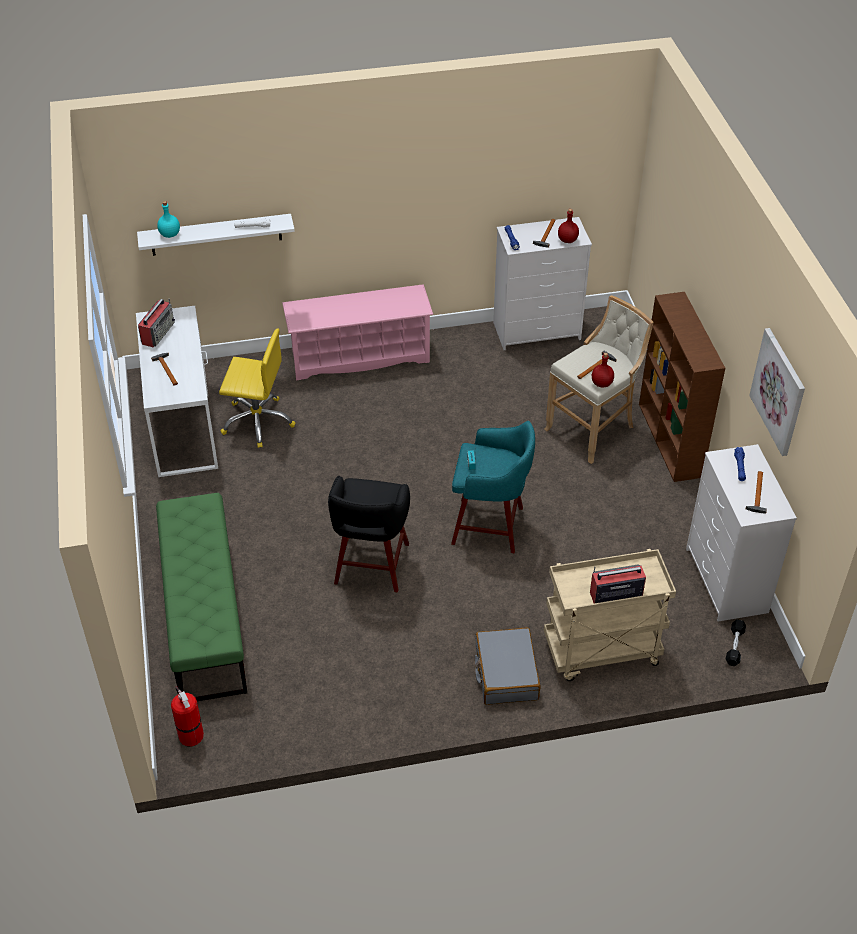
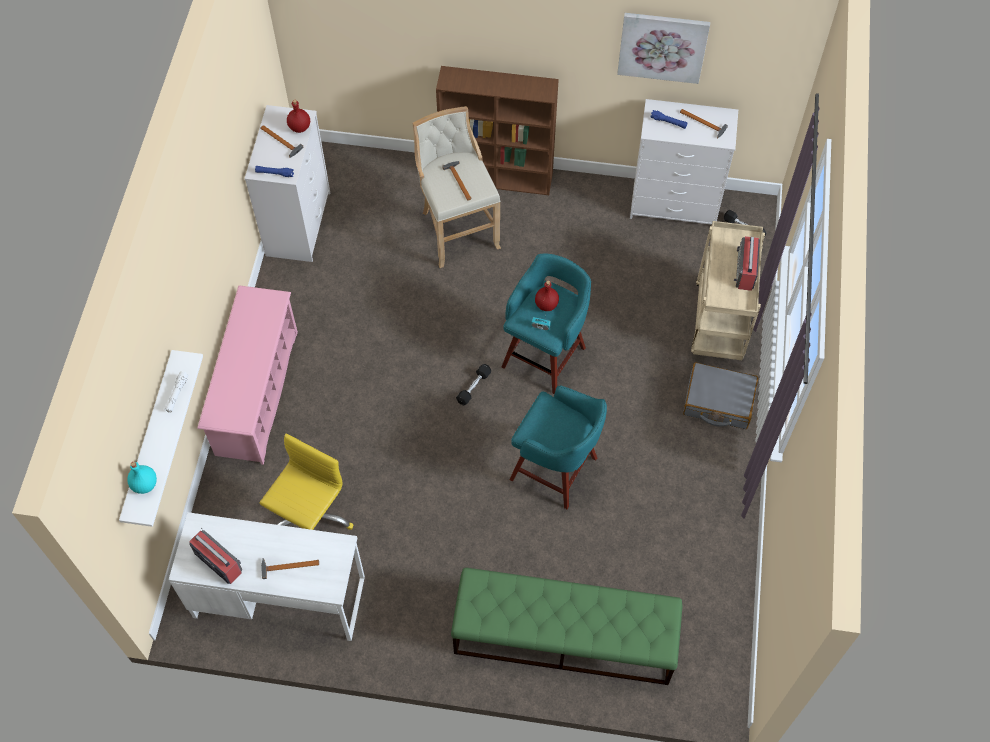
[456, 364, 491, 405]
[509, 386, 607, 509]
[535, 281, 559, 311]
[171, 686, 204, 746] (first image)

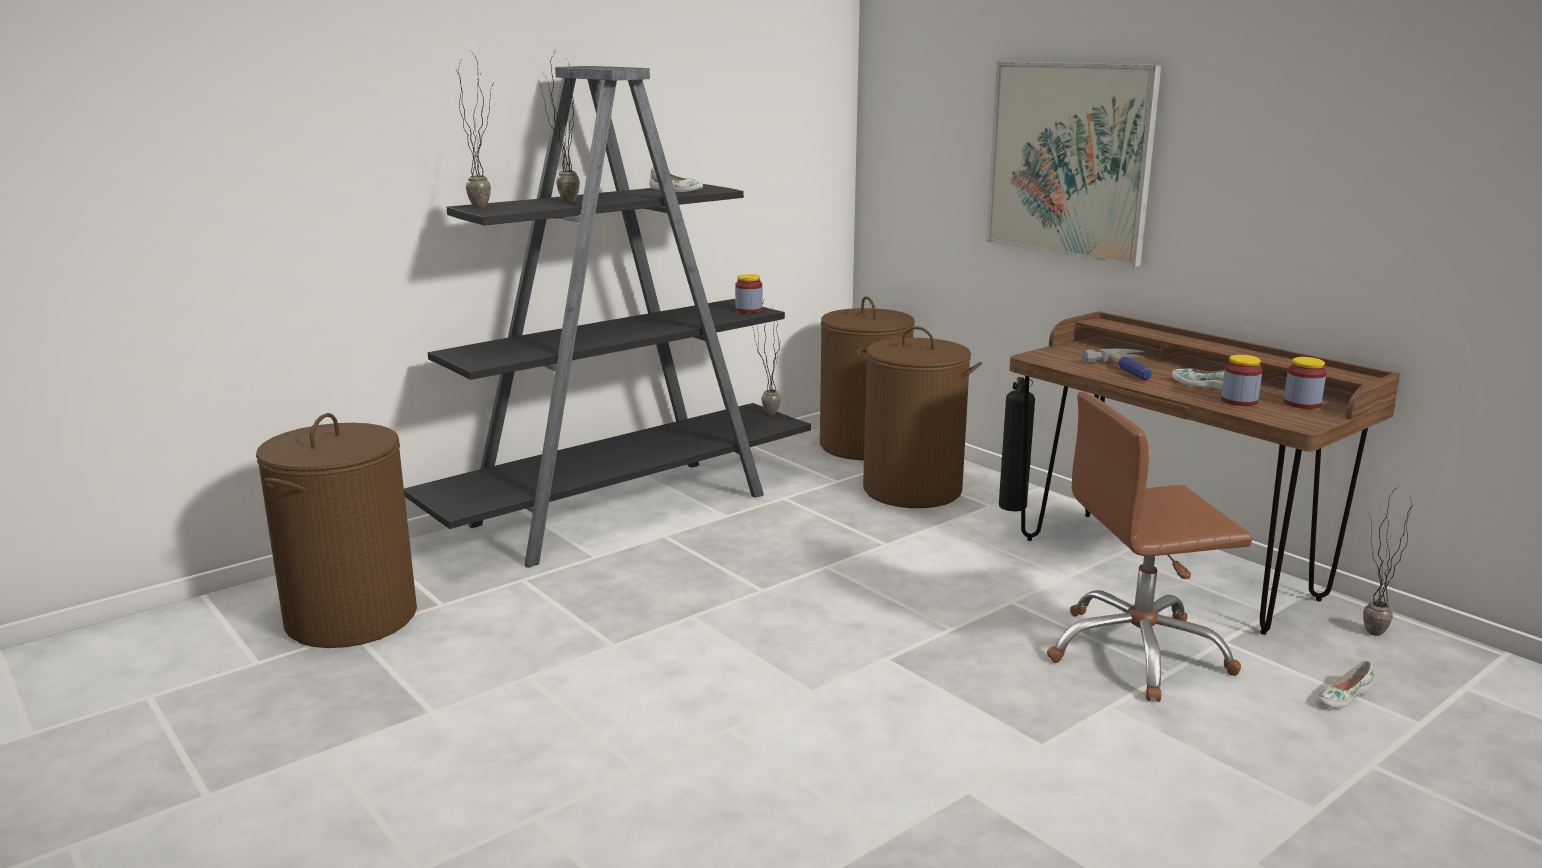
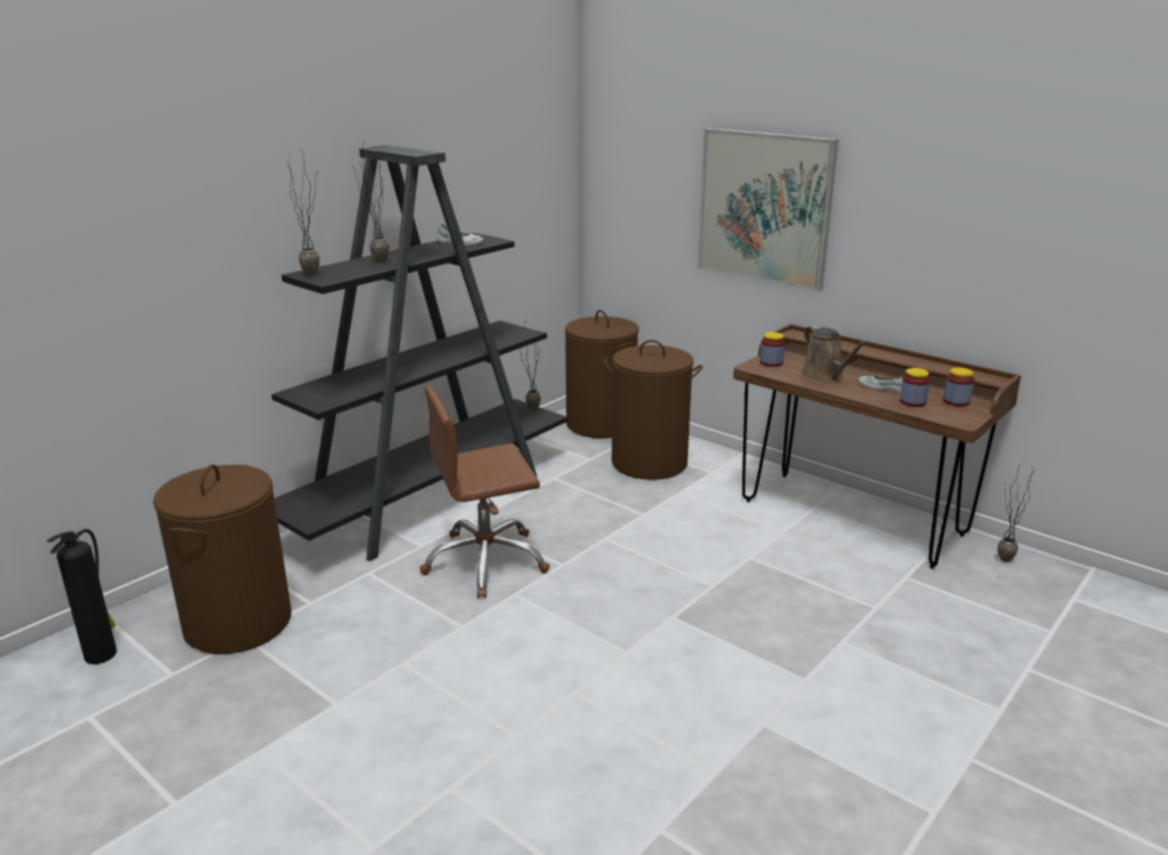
[47, 529, 117, 664]
[420, 386, 550, 598]
[760, 332, 785, 367]
[801, 325, 868, 382]
[1317, 661, 1374, 709] (first image)

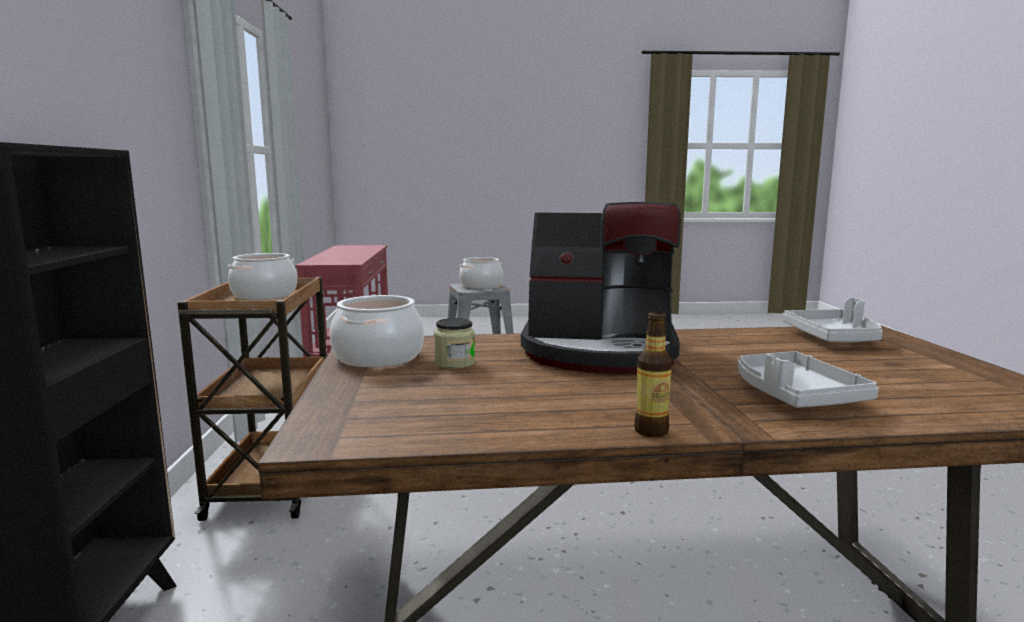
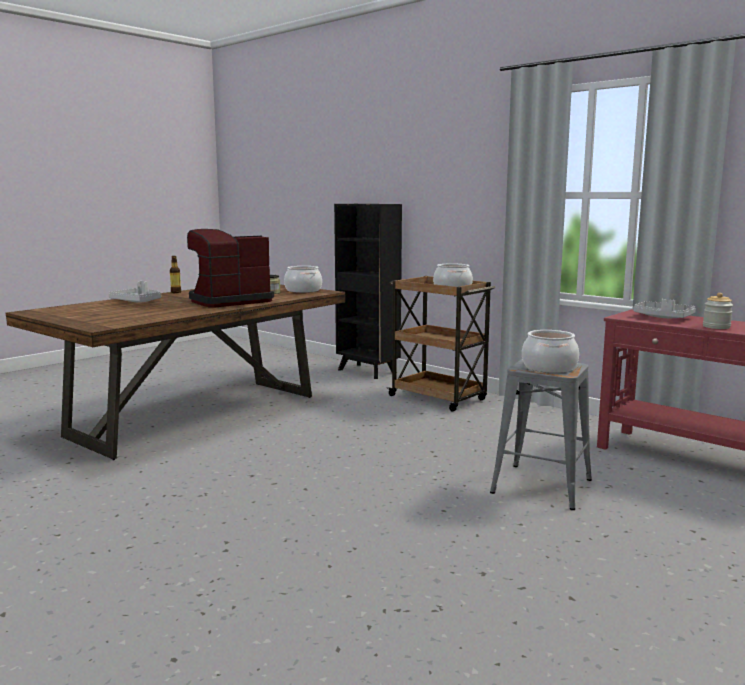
[633, 299, 696, 318]
[703, 293, 733, 329]

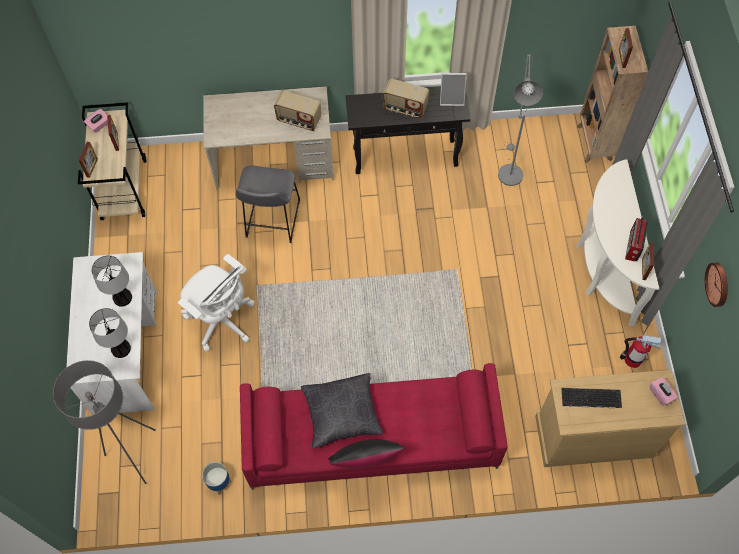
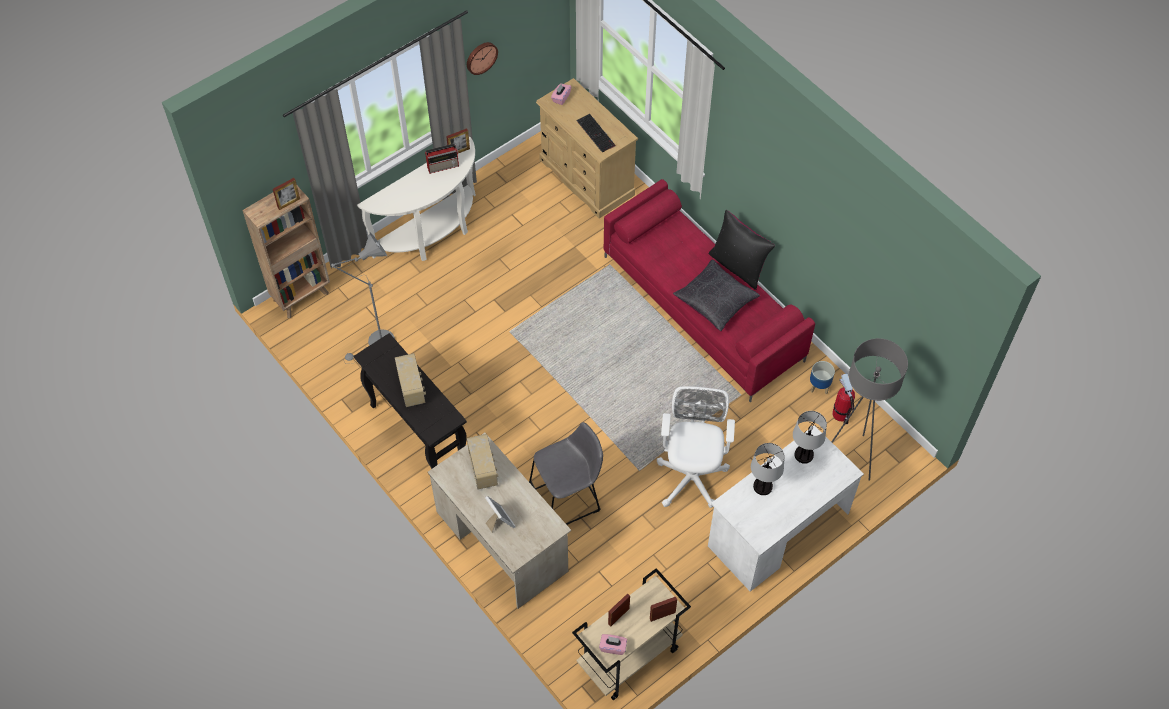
[485, 496, 516, 533]
[832, 373, 855, 424]

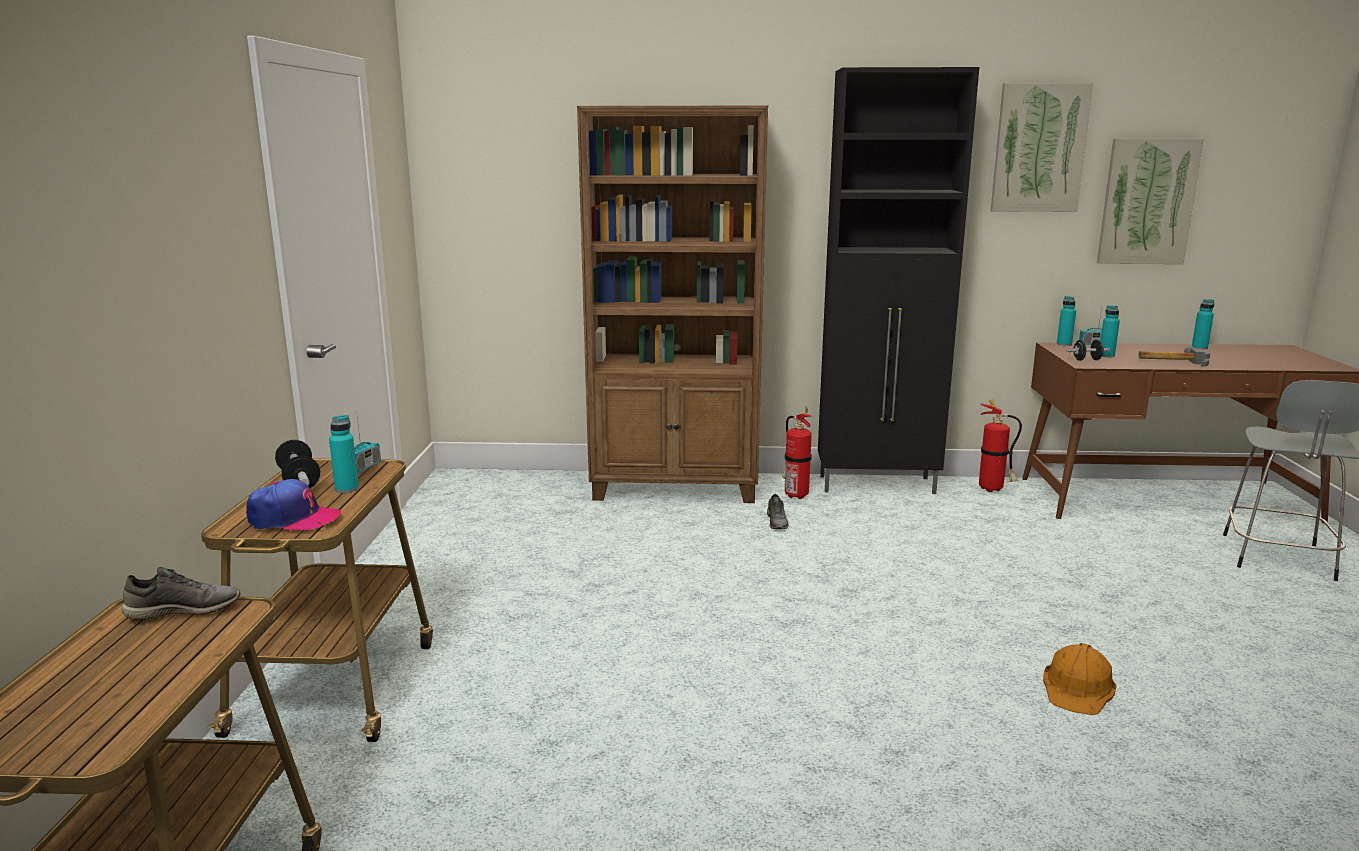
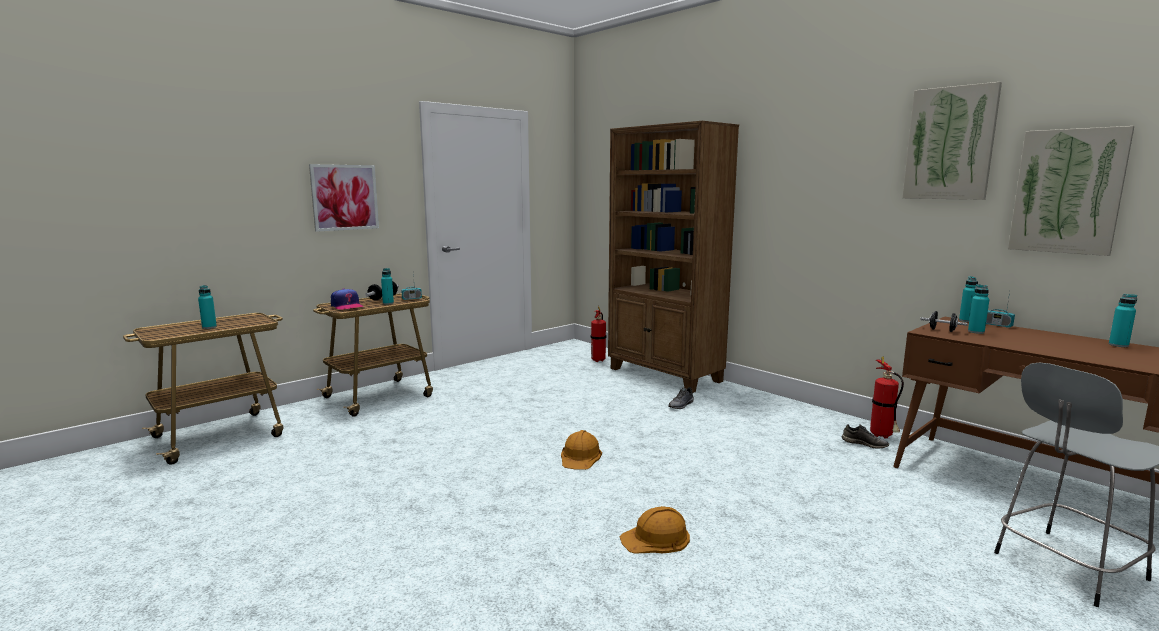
[198, 285, 217, 329]
[309, 164, 379, 232]
[561, 430, 602, 470]
[591, 306, 606, 362]
[842, 424, 889, 449]
[818, 67, 979, 494] (first image)
[1139, 346, 1210, 367] (first image)

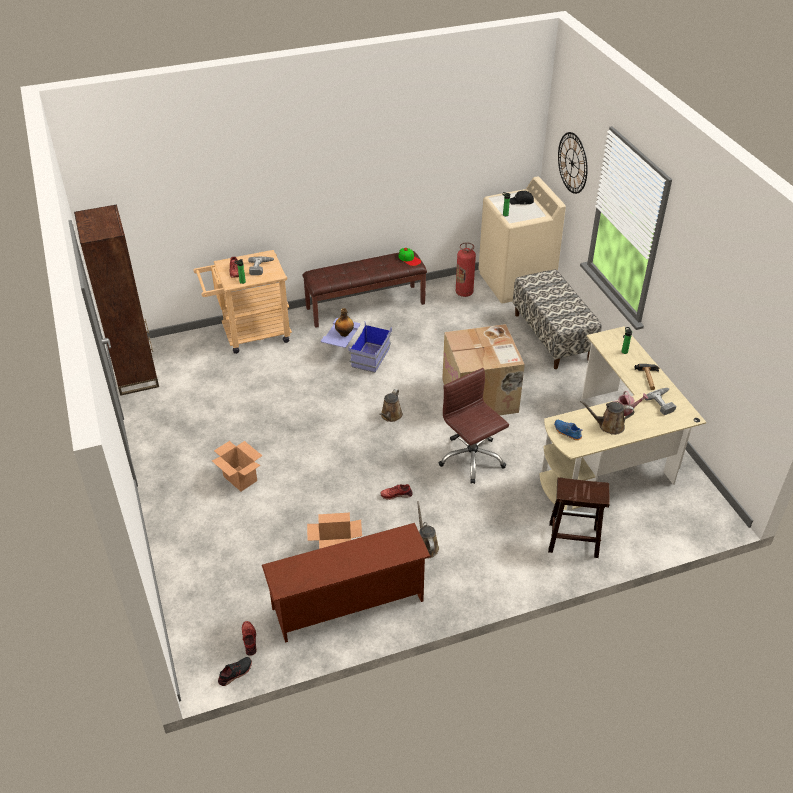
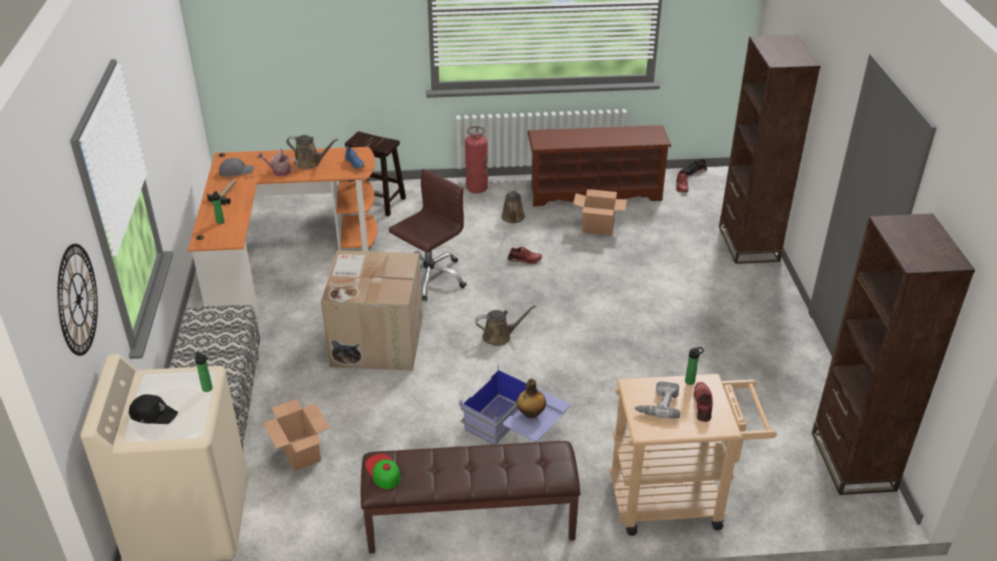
[188, 147, 377, 317]
[219, 158, 254, 177]
[263, 399, 330, 471]
[389, 169, 466, 301]
[465, 126, 488, 193]
[475, 305, 536, 346]
[719, 35, 821, 264]

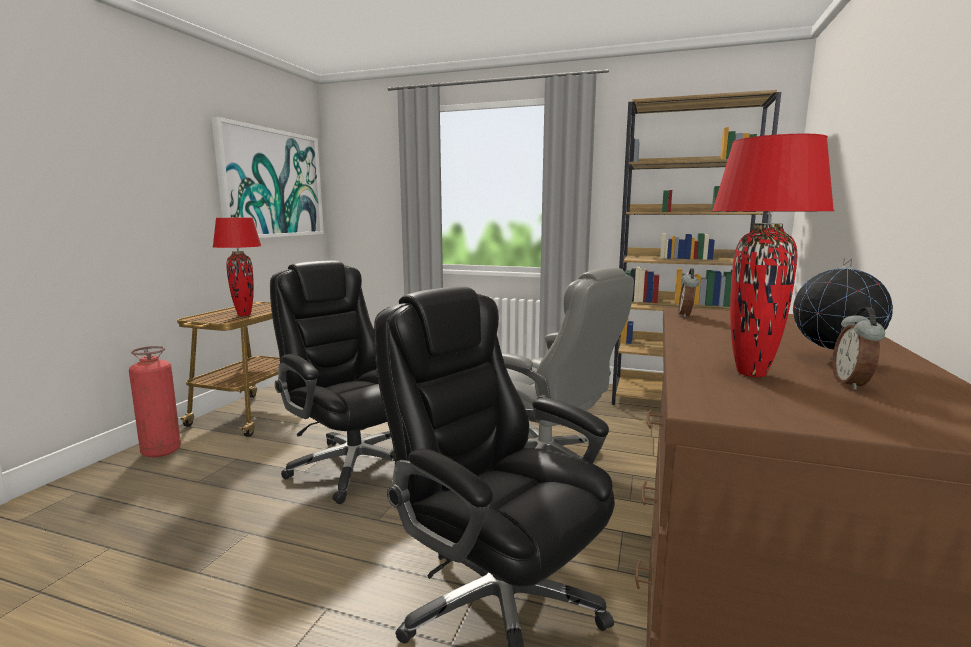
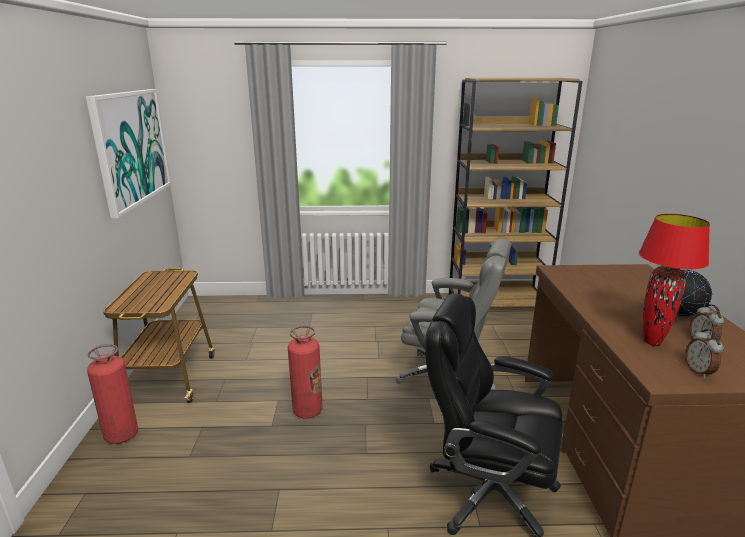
[288, 326, 323, 419]
[685, 329, 724, 378]
[213, 218, 262, 316] (first image)

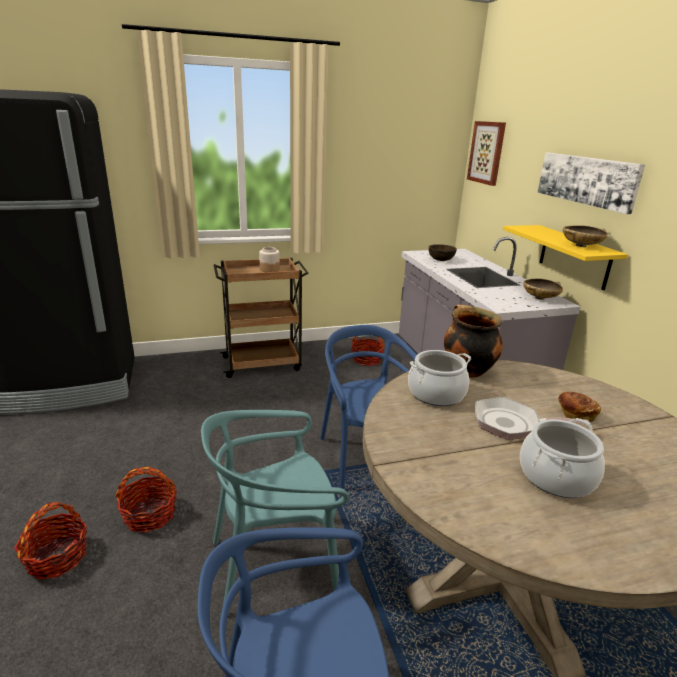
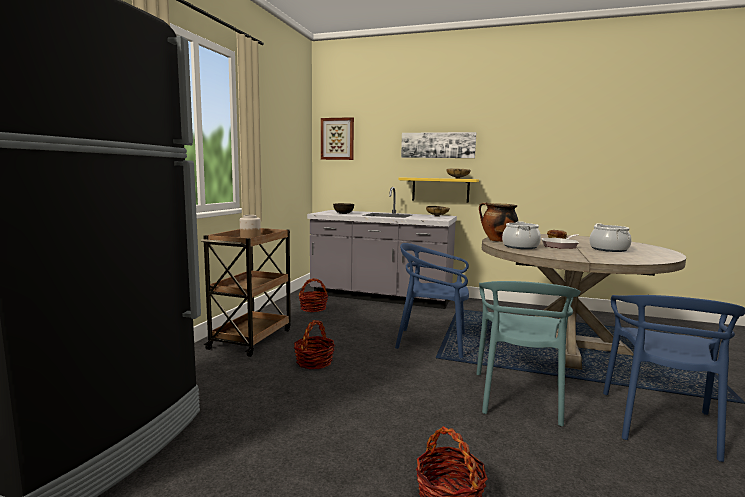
[294, 320, 335, 370]

